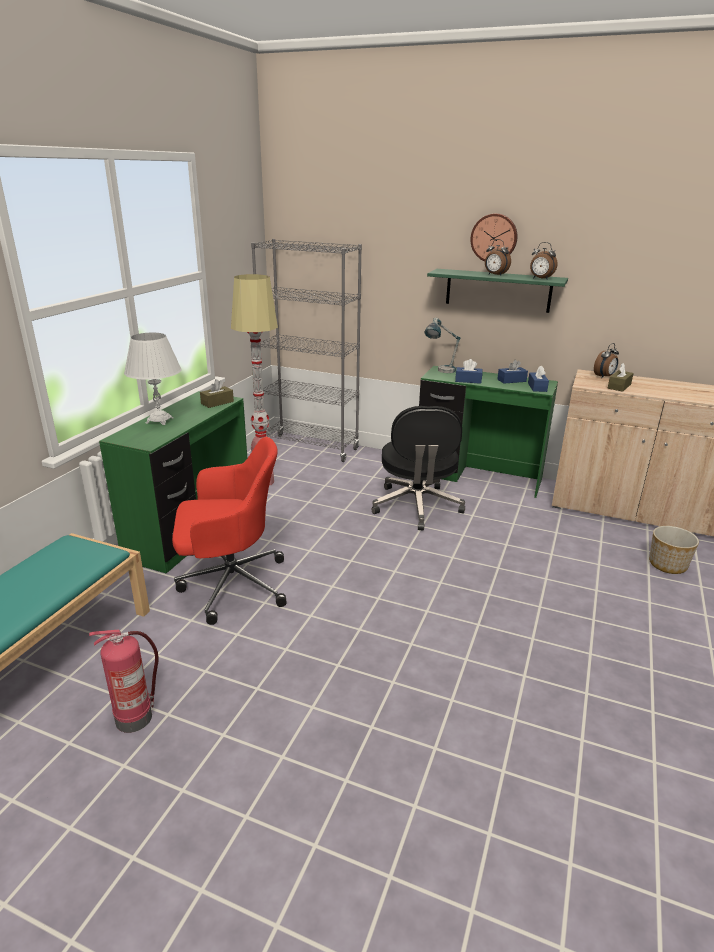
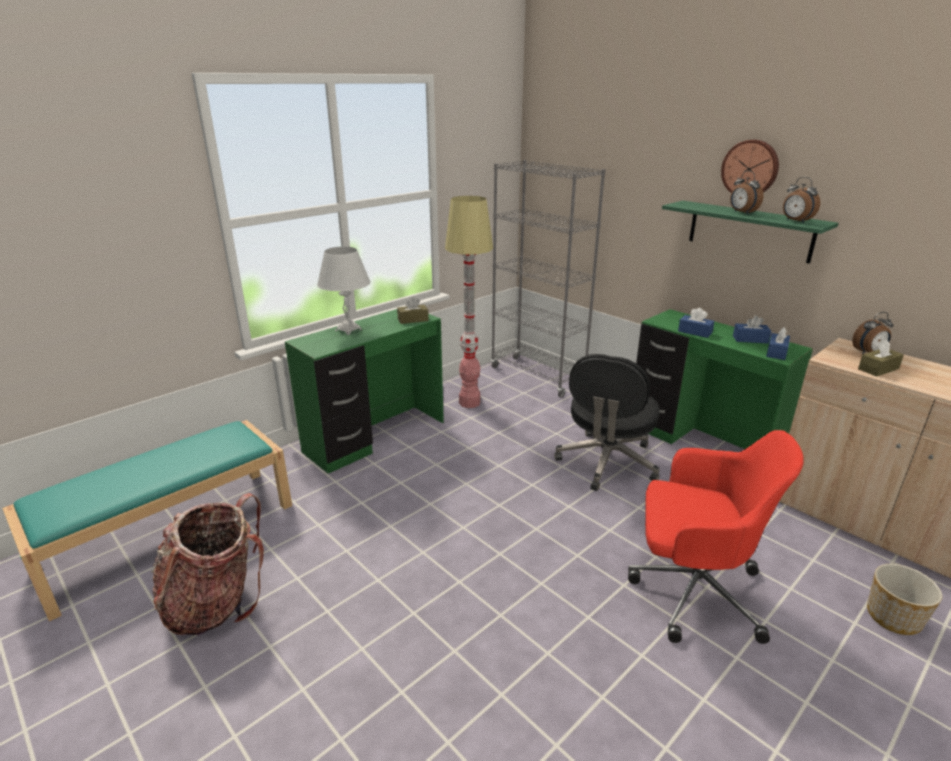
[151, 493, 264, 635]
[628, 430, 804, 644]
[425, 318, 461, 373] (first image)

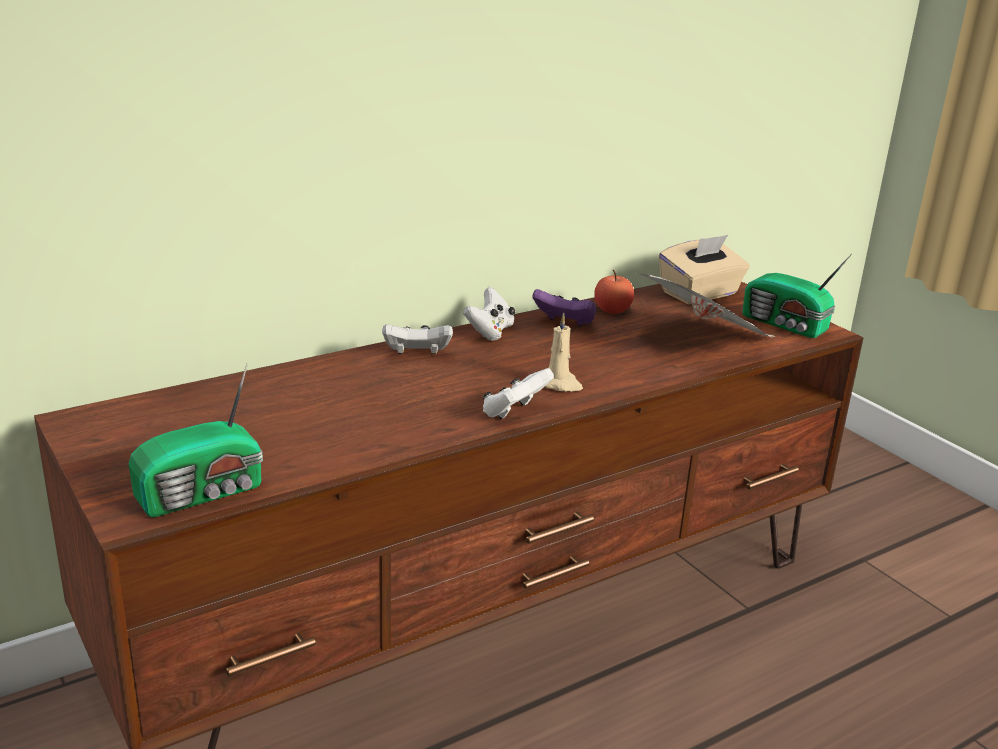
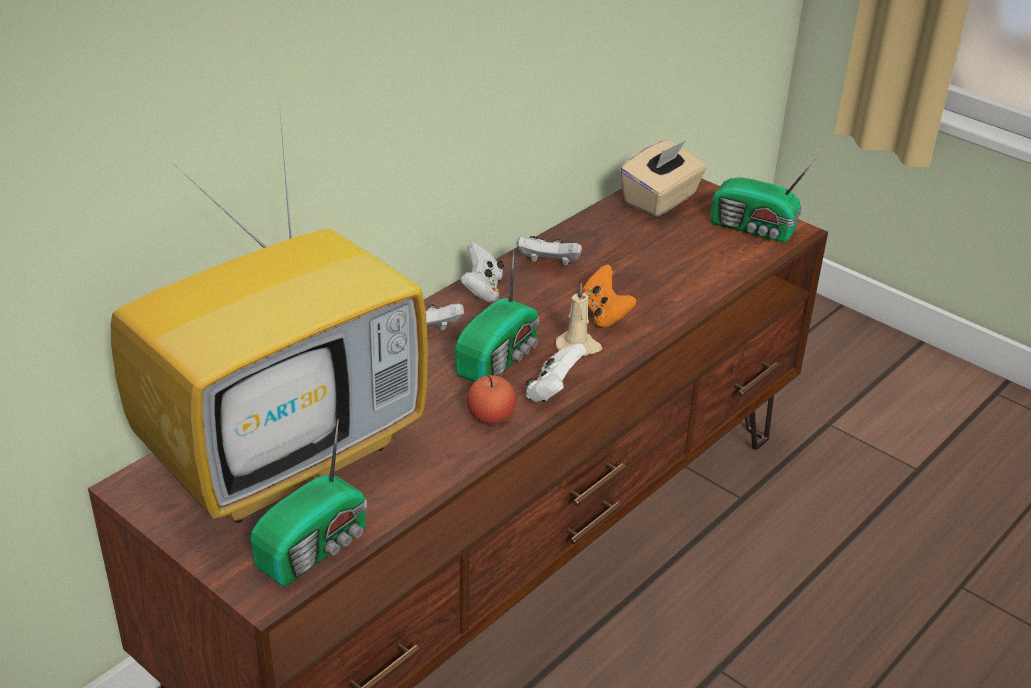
[111, 102, 428, 523]
[455, 249, 539, 382]
[467, 375, 516, 424]
[516, 236, 582, 265]
[583, 265, 637, 328]
[637, 273, 776, 337] (first image)

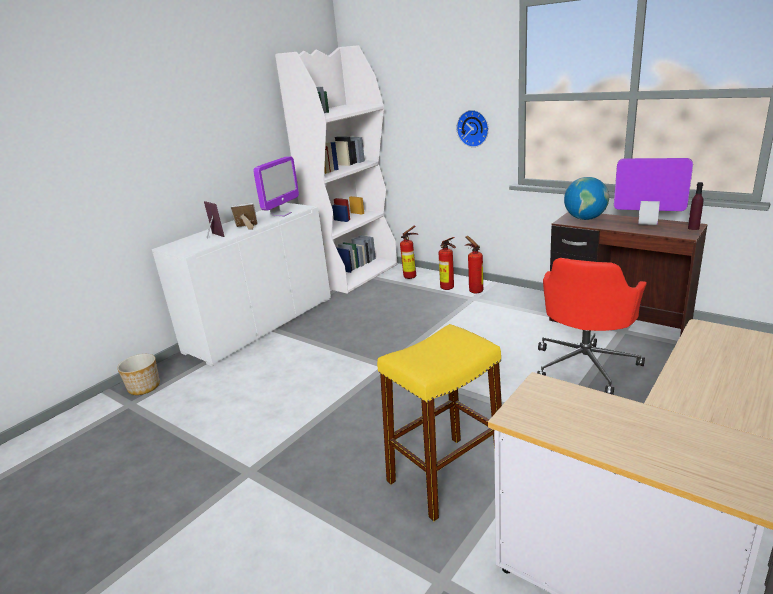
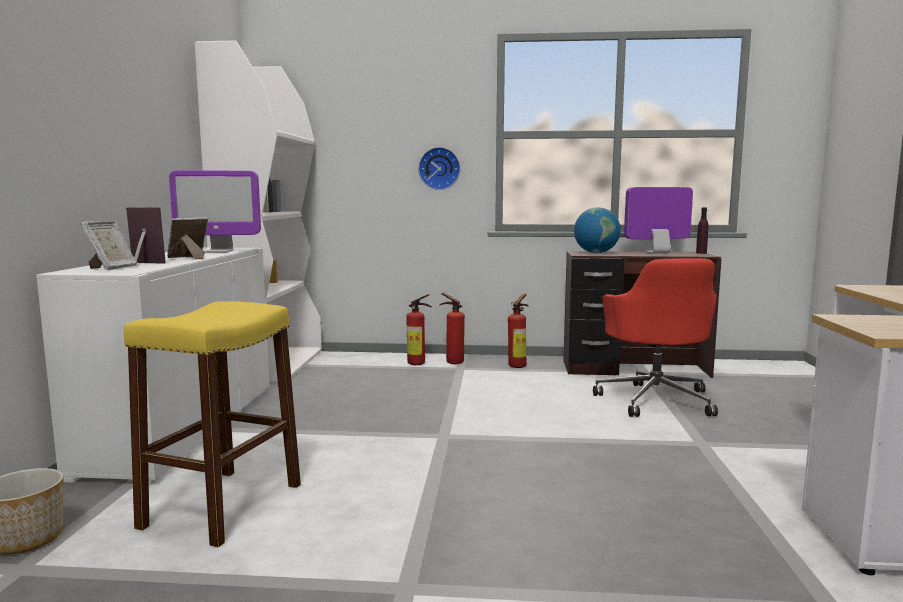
[80, 221, 137, 270]
[124, 301, 301, 547]
[169, 171, 261, 253]
[508, 294, 529, 368]

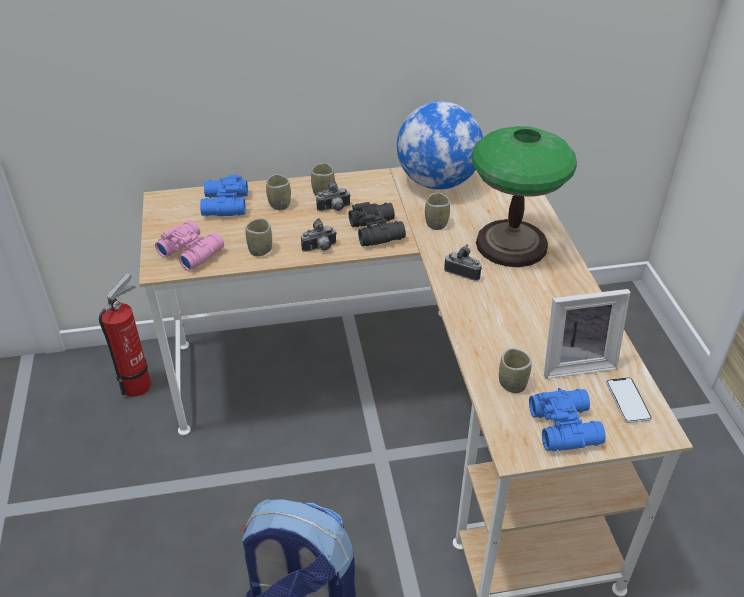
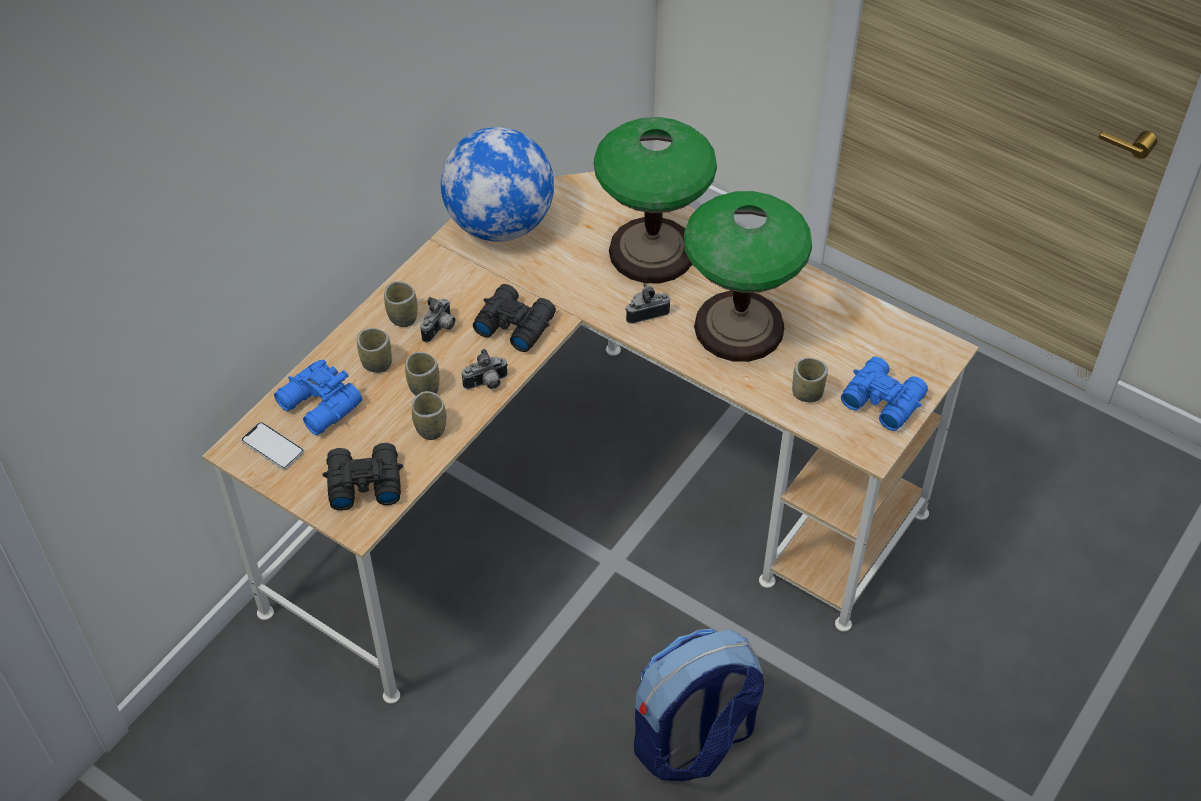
[241, 422, 304, 469]
[322, 443, 403, 511]
[405, 352, 439, 396]
[462, 349, 508, 389]
[684, 191, 812, 362]
[99, 273, 151, 397] (first image)
[544, 289, 630, 379] (first image)

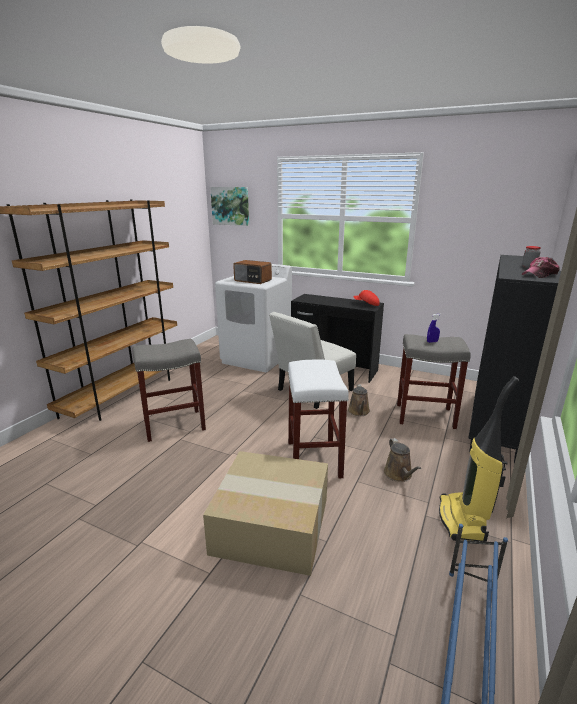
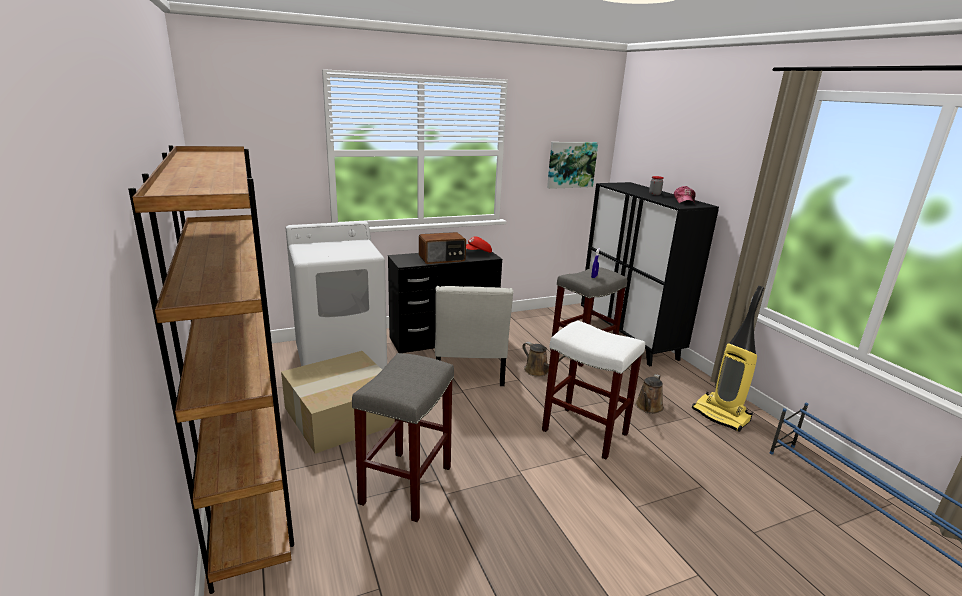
[281, 351, 395, 454]
[419, 232, 466, 264]
[547, 142, 598, 189]
[635, 374, 664, 414]

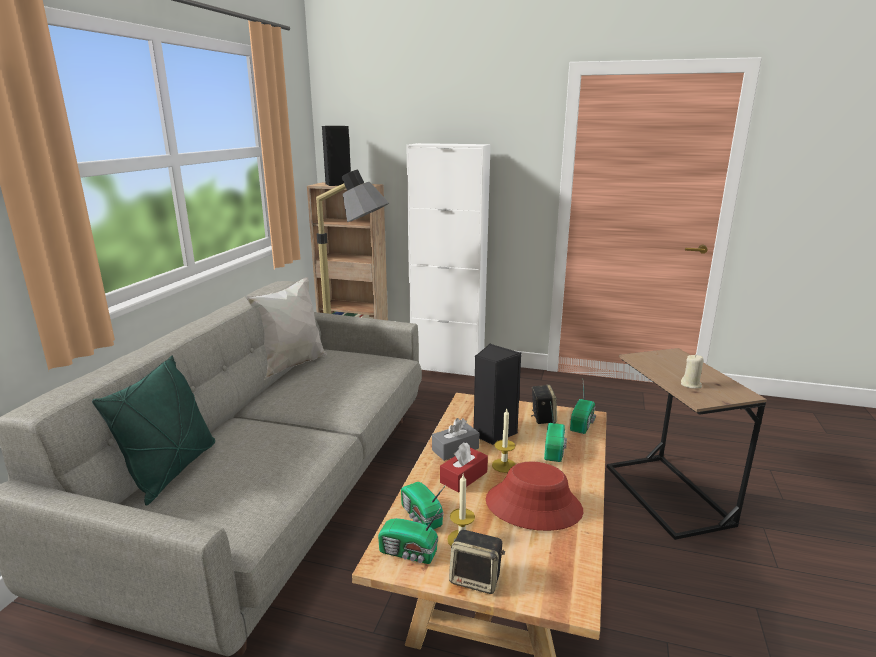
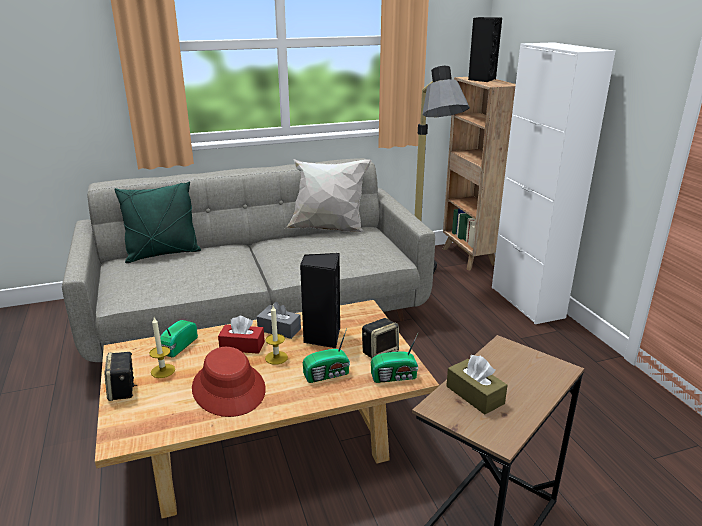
[446, 355, 508, 415]
[378, 506, 442, 564] (first image)

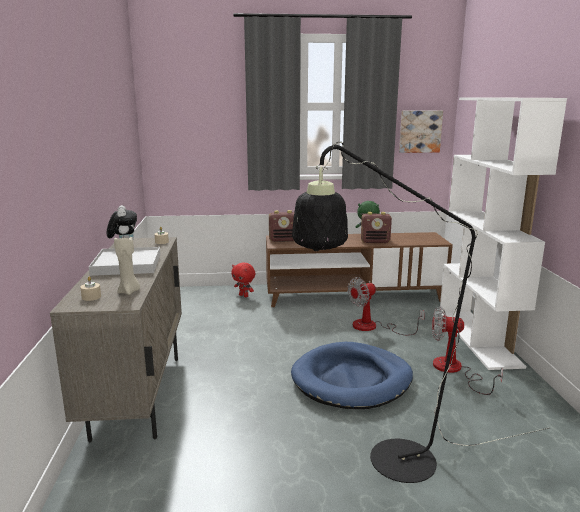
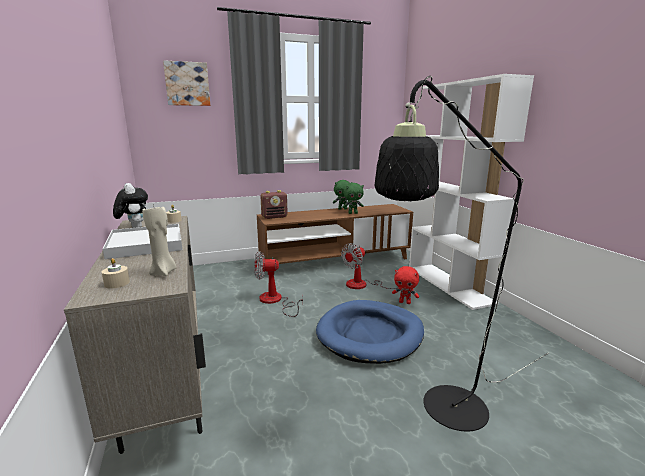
[163, 60, 210, 106]
[254, 251, 303, 317]
[343, 183, 364, 214]
[392, 266, 419, 304]

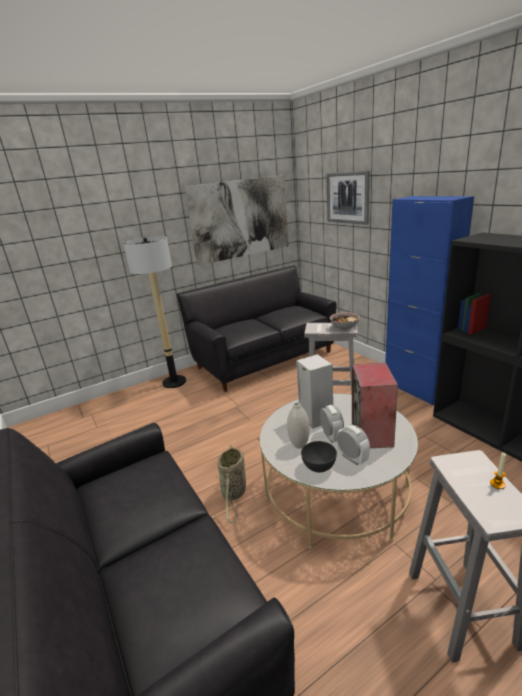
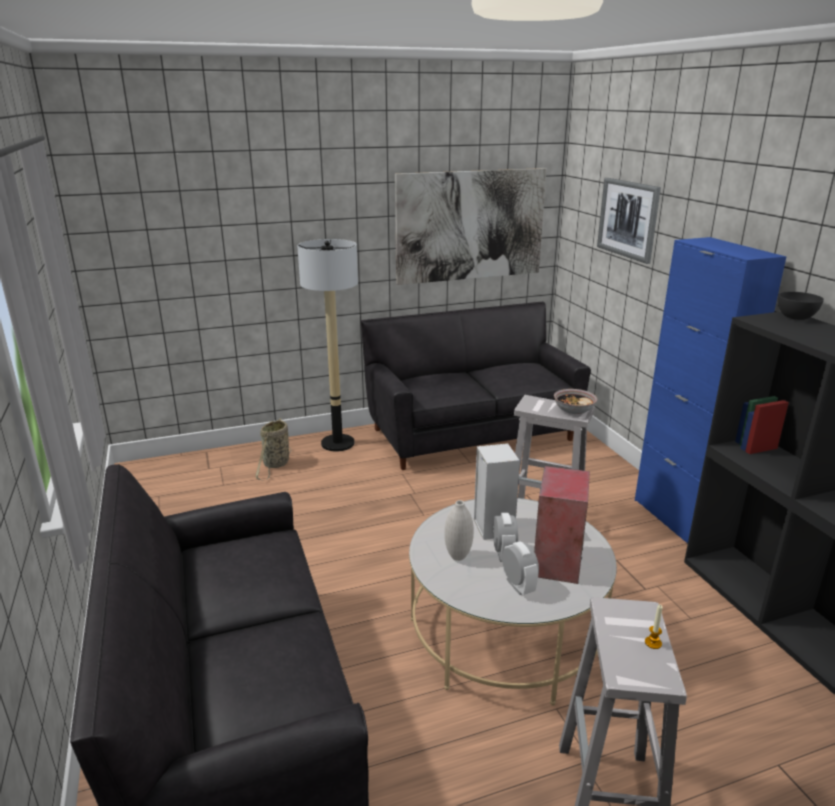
[256, 418, 291, 481]
[778, 292, 824, 320]

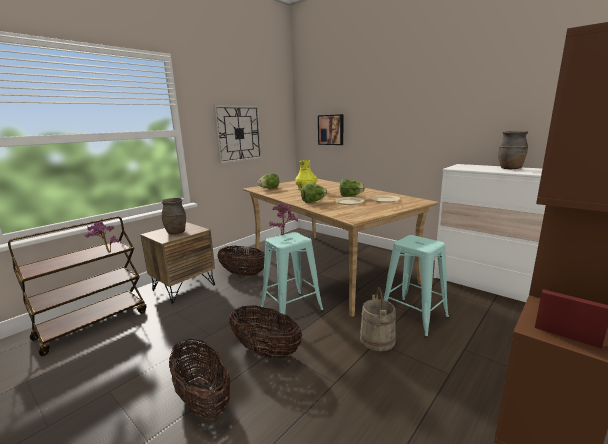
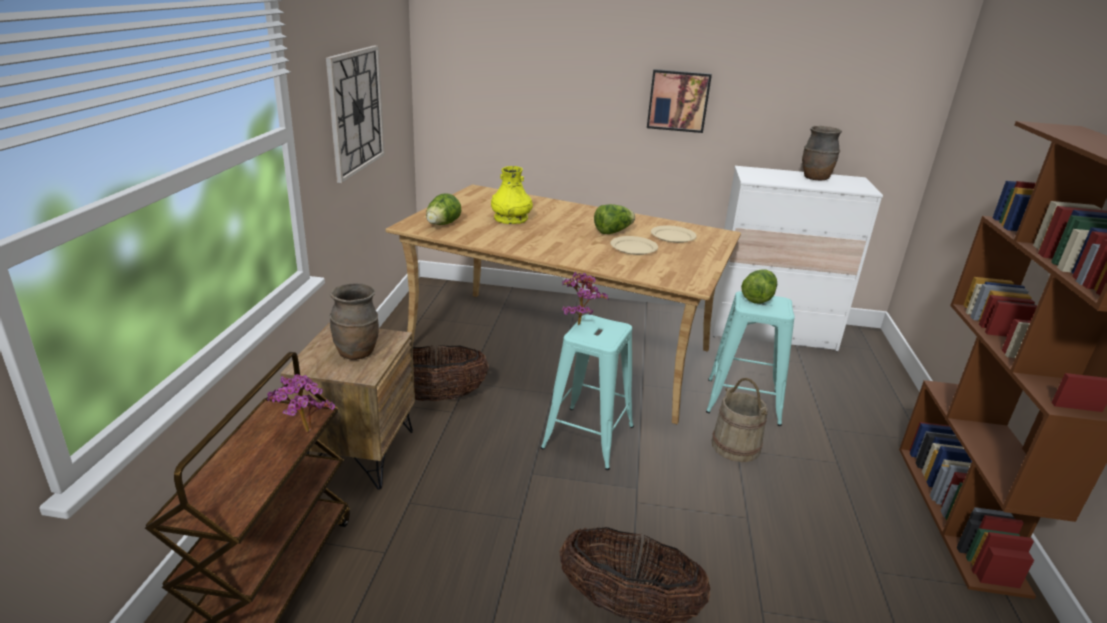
[647, 69, 712, 133]
[741, 270, 777, 304]
[229, 306, 302, 358] (first image)

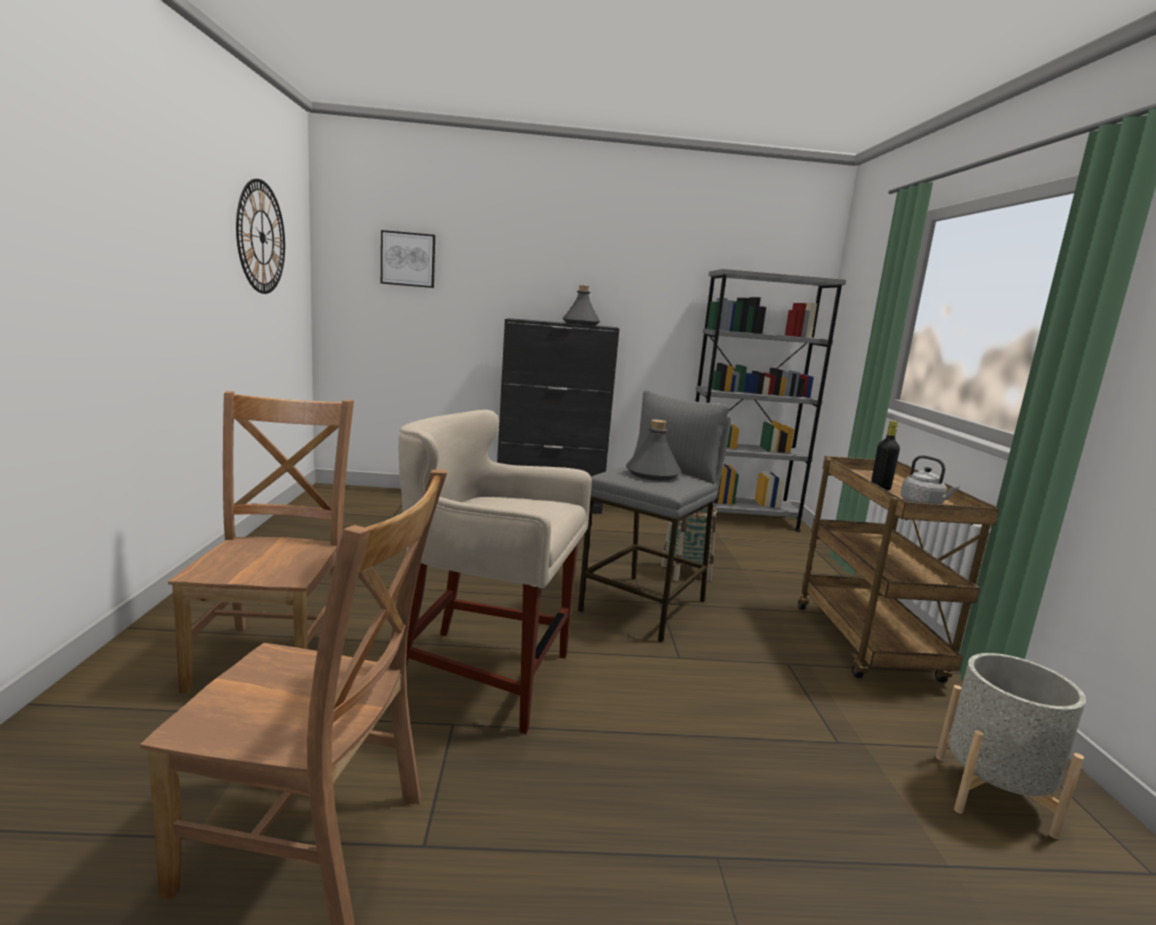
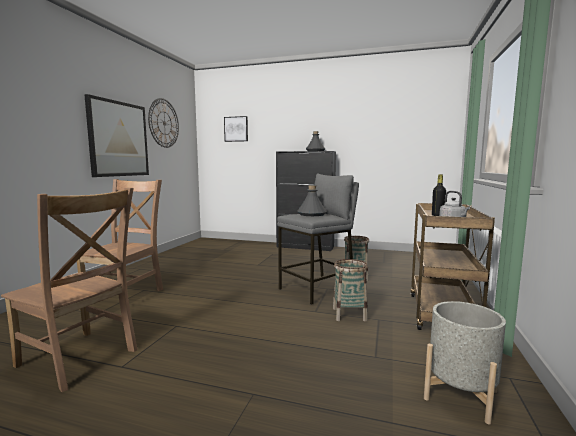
[84, 94, 149, 177]
[333, 259, 368, 322]
[398, 410, 592, 734] (first image)
[695, 269, 846, 532] (first image)

